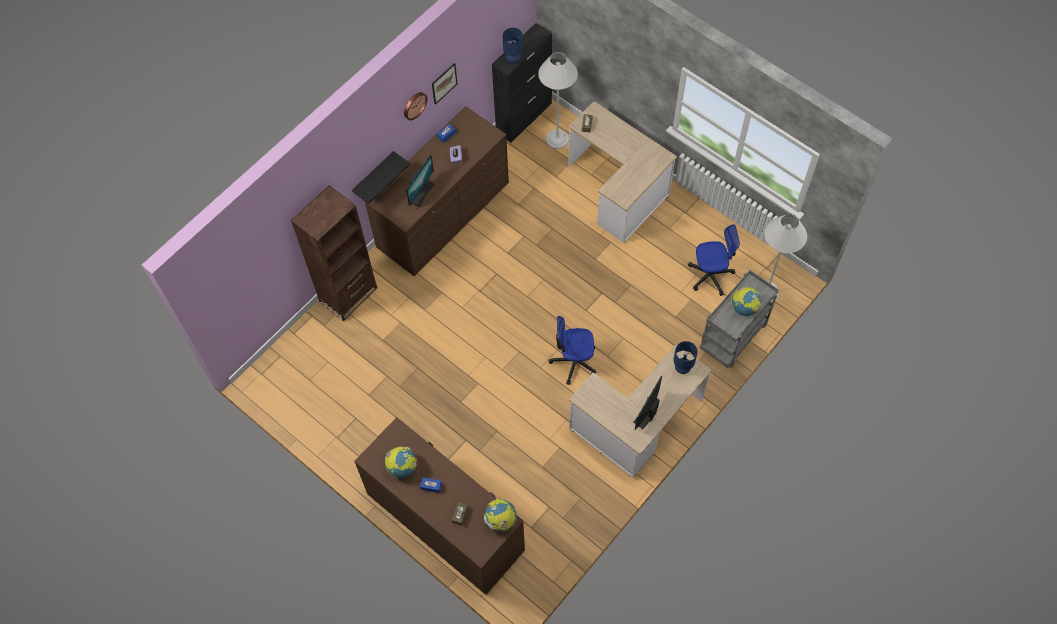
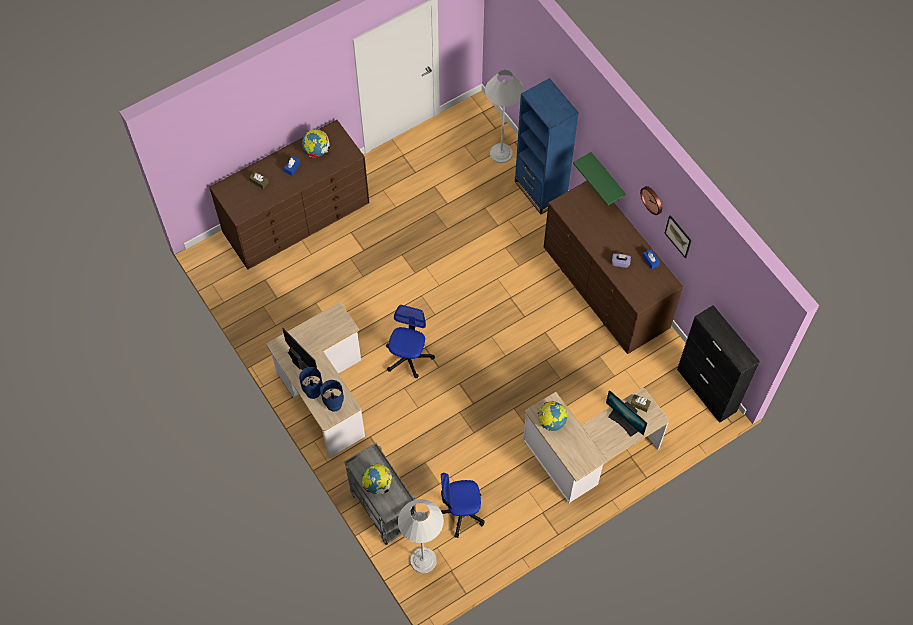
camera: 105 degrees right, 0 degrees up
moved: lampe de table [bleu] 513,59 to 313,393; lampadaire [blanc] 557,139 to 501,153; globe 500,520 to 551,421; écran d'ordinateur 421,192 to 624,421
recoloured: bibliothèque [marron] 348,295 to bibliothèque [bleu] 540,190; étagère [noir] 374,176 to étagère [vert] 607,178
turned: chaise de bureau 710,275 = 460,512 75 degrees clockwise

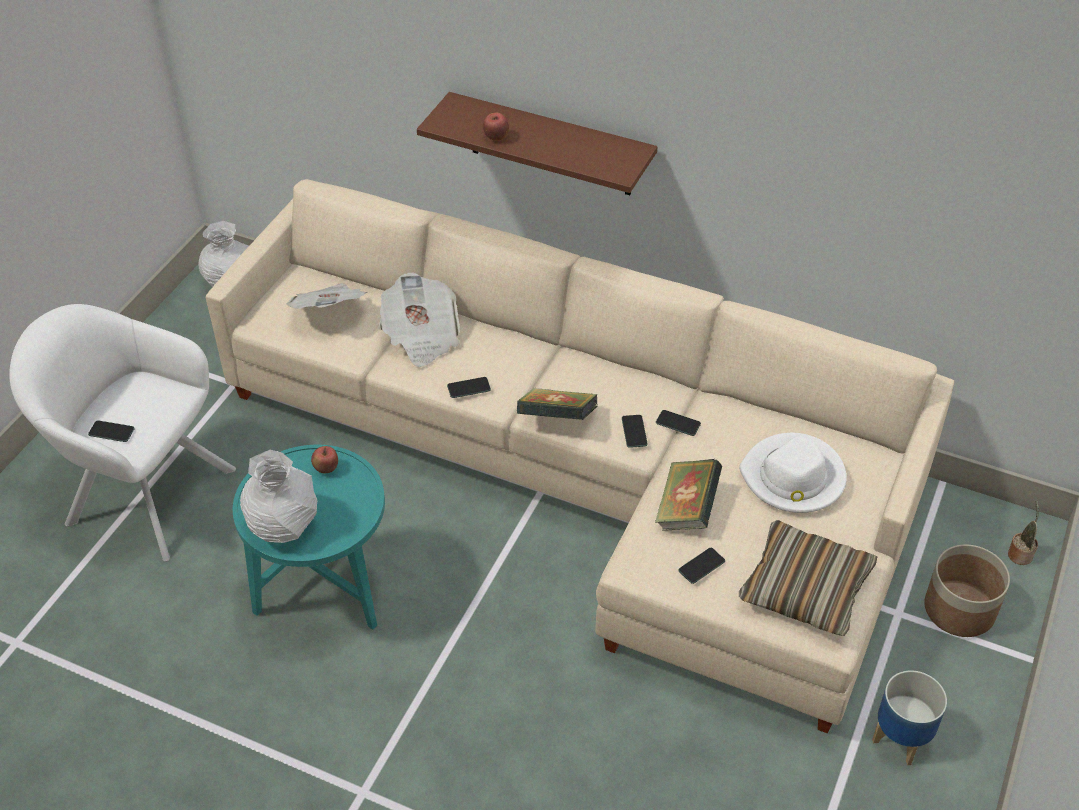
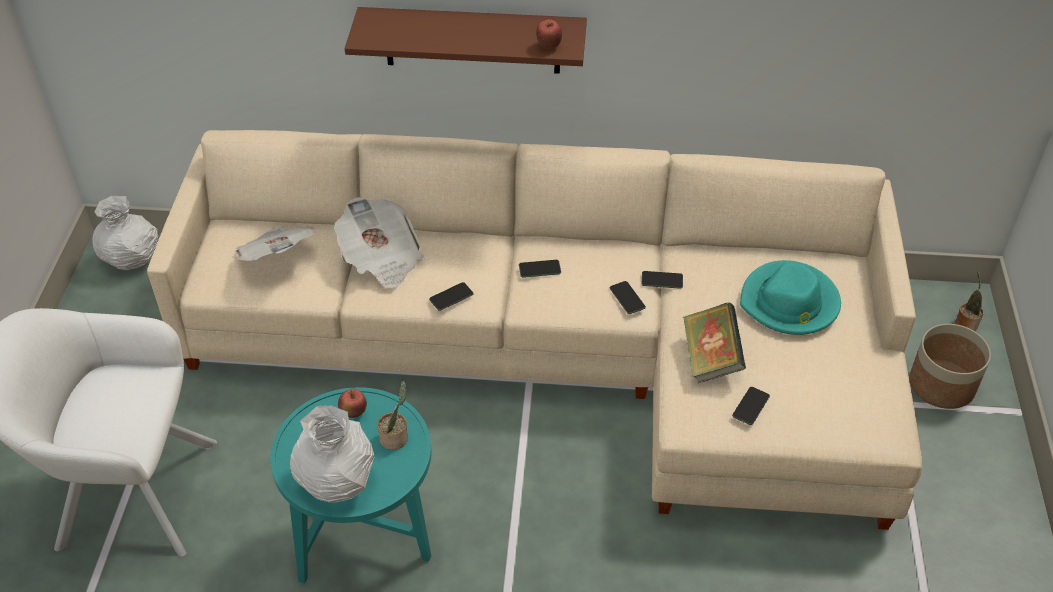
camera: 20 degrees left, 0 degrees up
removed: livre 557,420; coussin 805,588; cache-pot 901,739
added: plante en pot 396,438
moved: téléphone 111,432 to 539,269; pomme 496,138 to 549,46
recoloured: chapeau [blanc] 793,478 to chapeau [turquoise] 789,303

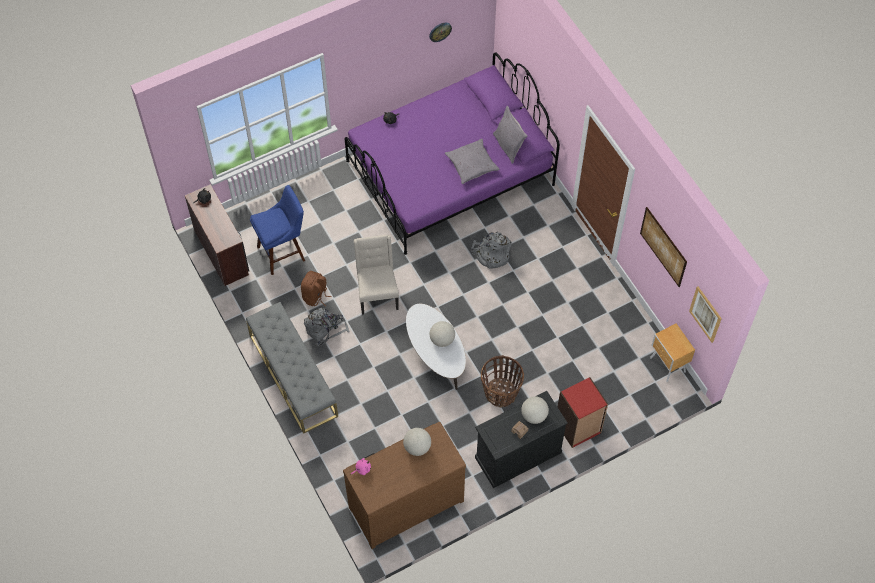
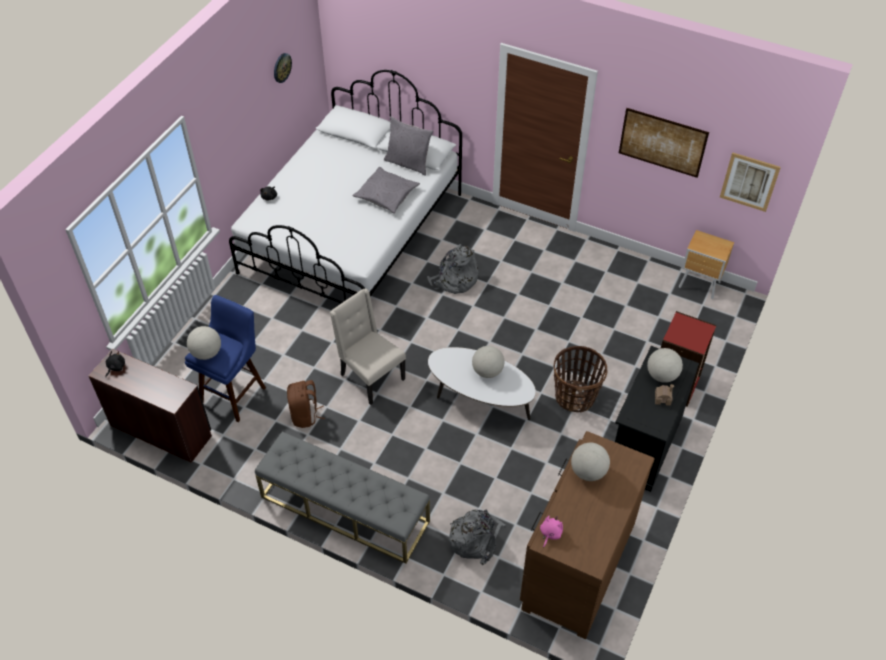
camera: 35 degrees left, 10 degrees down
added: globe 206,353
moved: sac à dos [gris] 325,329 to 475,539
recoloured: lit [violet] 450,173 to lit [blanc] 353,233

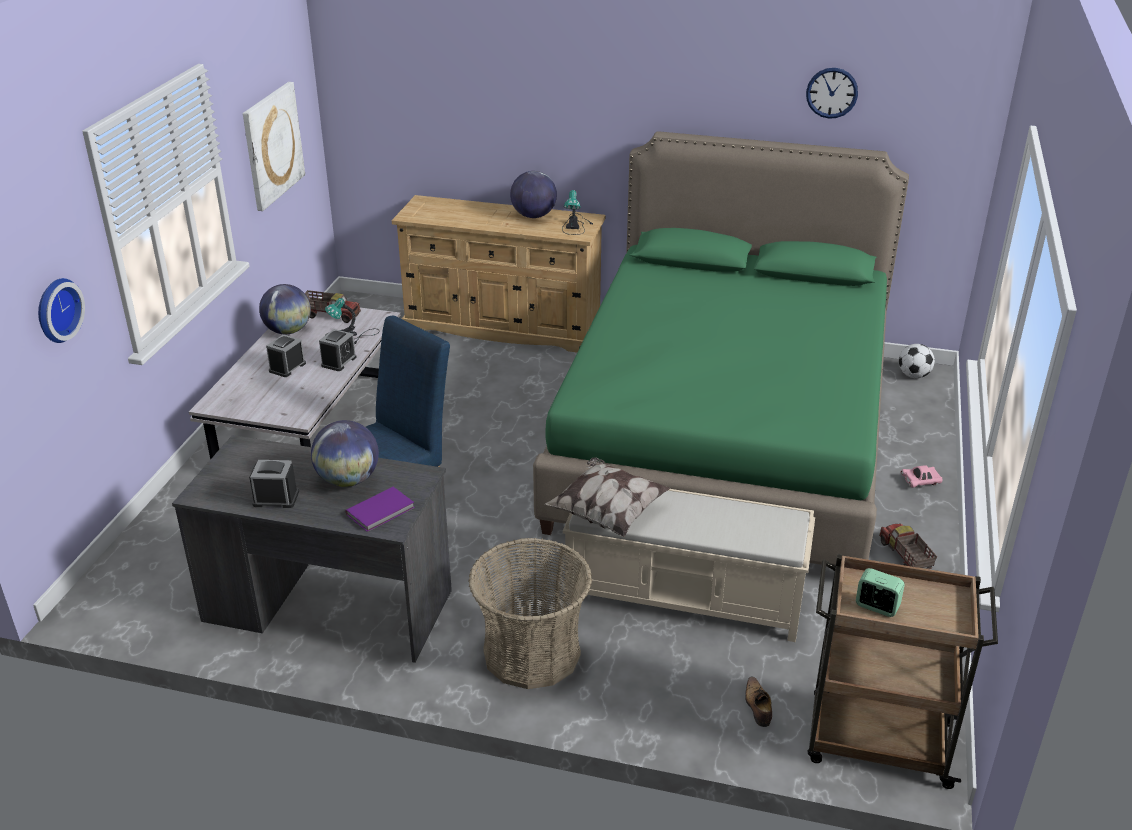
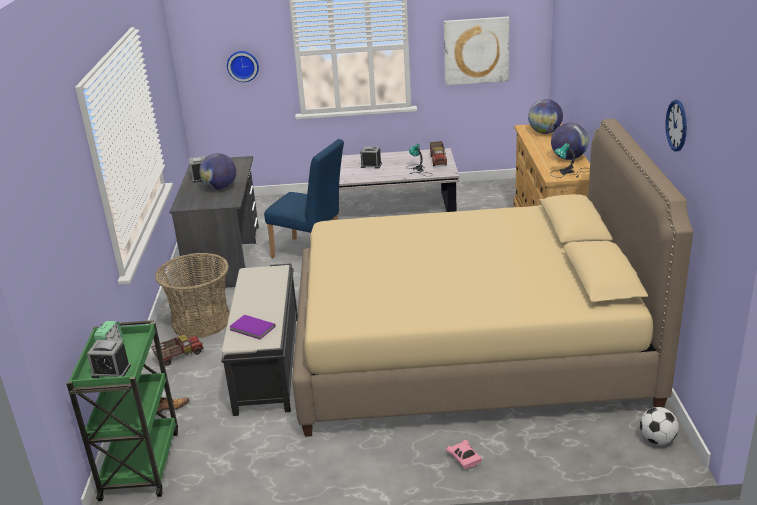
camera: 75 degrees right, 5 degrees down
removed: coussin 607,512
moved: réveil 339,361 to 111,371; camion jouet 904,557 to 179,356; livre [violet] 382,511 to 252,329; globe 288,331 to 545,132
recoloured: chariot [marron] 876,742 to chariot [vert] 141,463; banc [beige] 686,596 to banc [noir] 268,364; lit [vert] 724,437 to lit [beige] 467,349

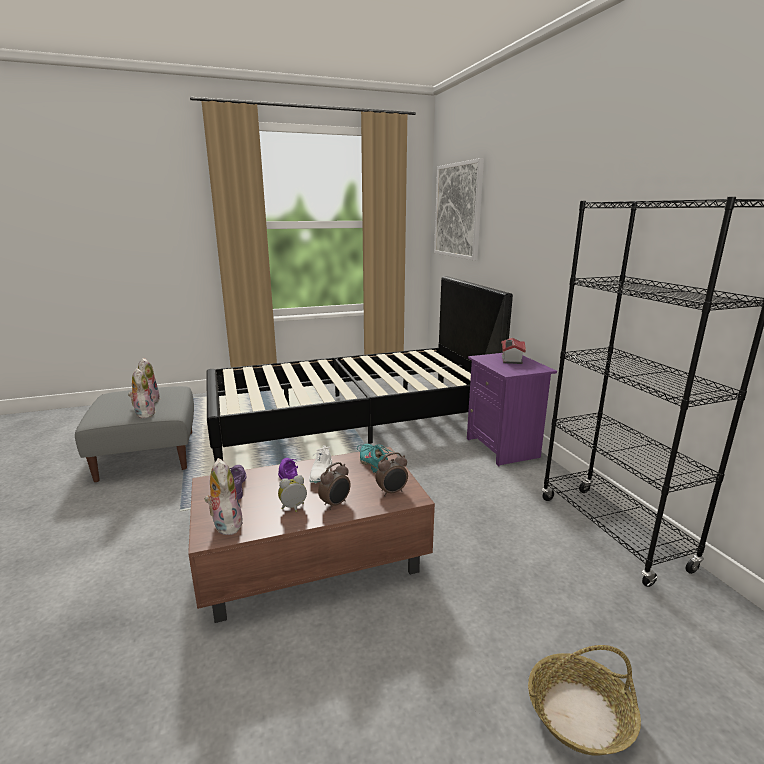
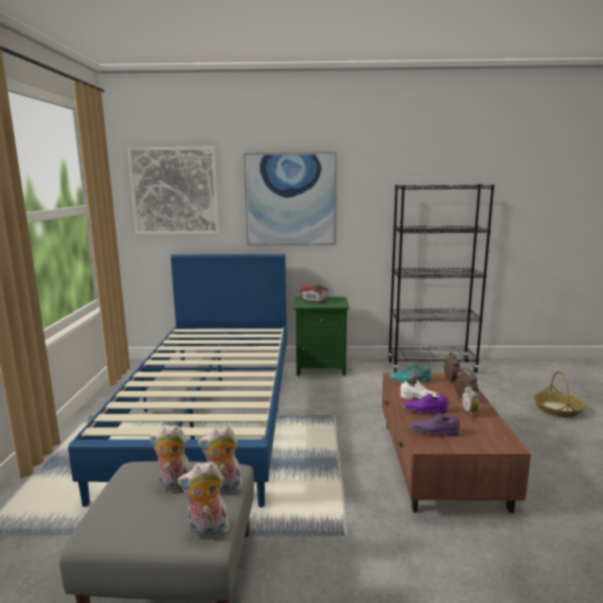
camera: 70 degrees left, 5 degrees down
added: tableau 290,199
moved: peluche 225,524 to 207,531
recoloured: lit [noir] 352,419 to lit [bleu] 211,413; table de chevet [violet] 503,447 to table de chevet [vert] 320,367

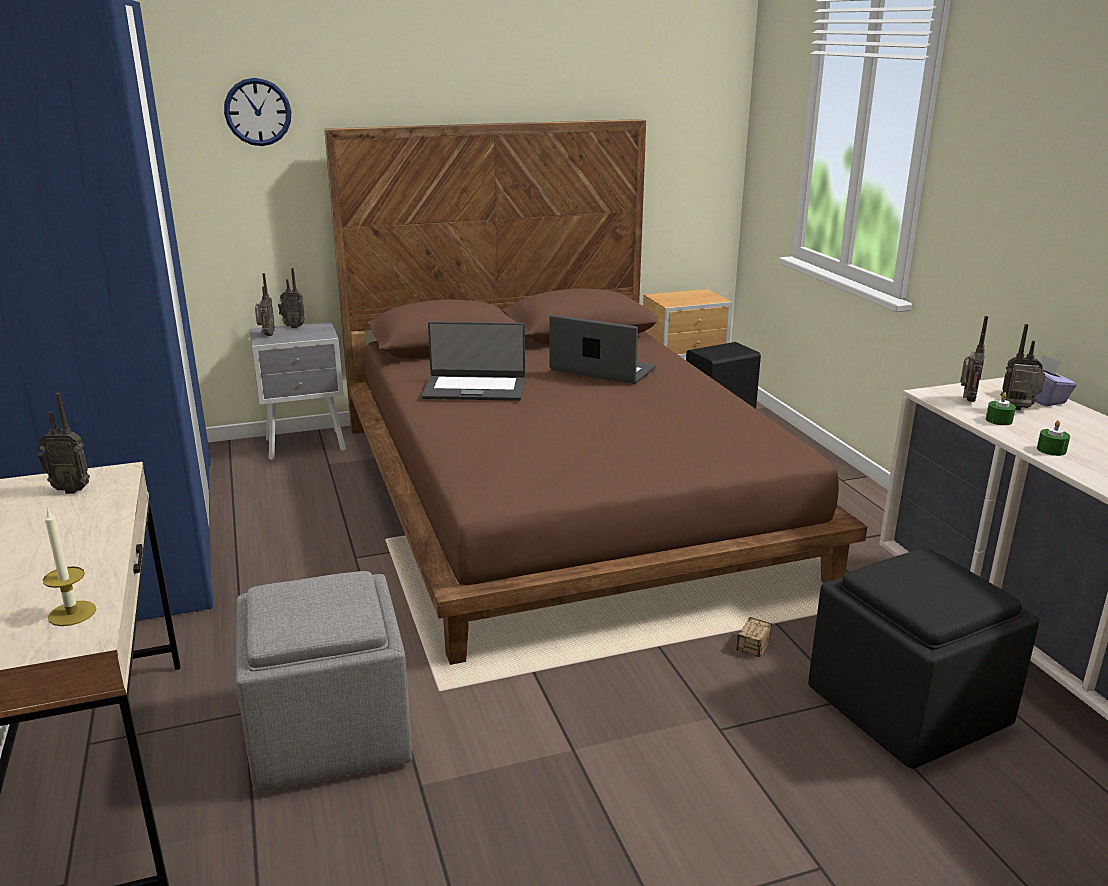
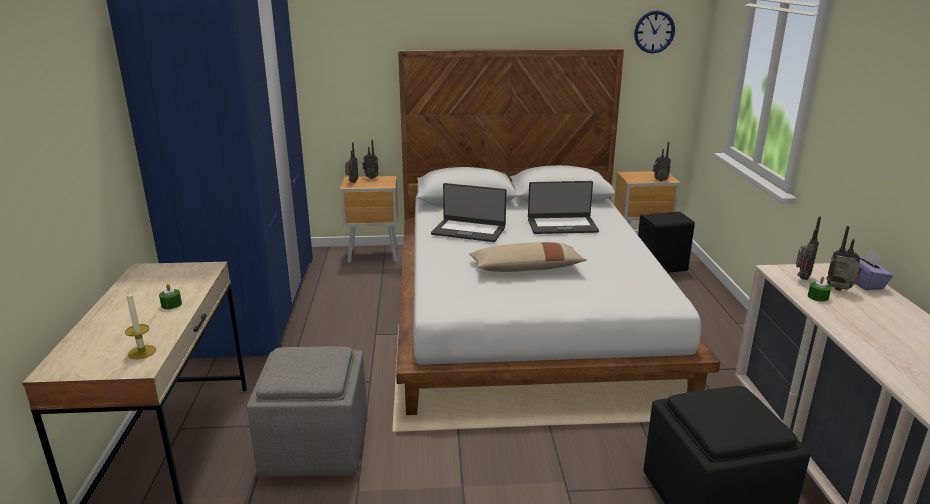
camera: 15 degrees right, 0 degrees up
removed: boîte de rangement 745,658
added: coussin [beige] 526,269
moved: bougie [vert] 1051,450 to 171,304; horloge murale 258,112 to 654,32; radio 71,489 to 660,180
recoloured: table de chevet [gris] 307,446 to table de chevet [marron] 374,255; lit [marron] 563,496 to lit [blanc] 527,310
turned: ordinateur portable 602,370 = 562,225 135 degrees clockwise

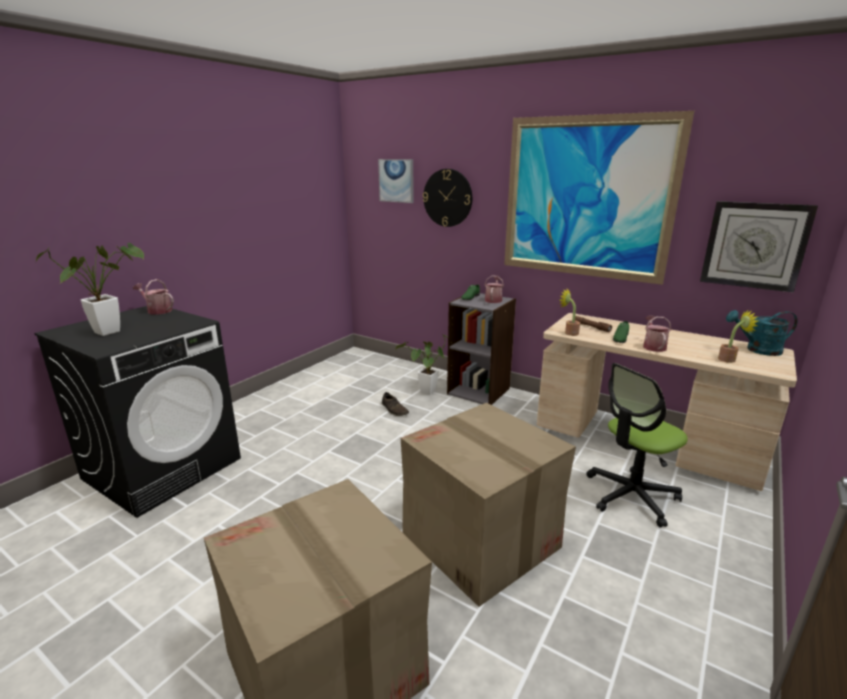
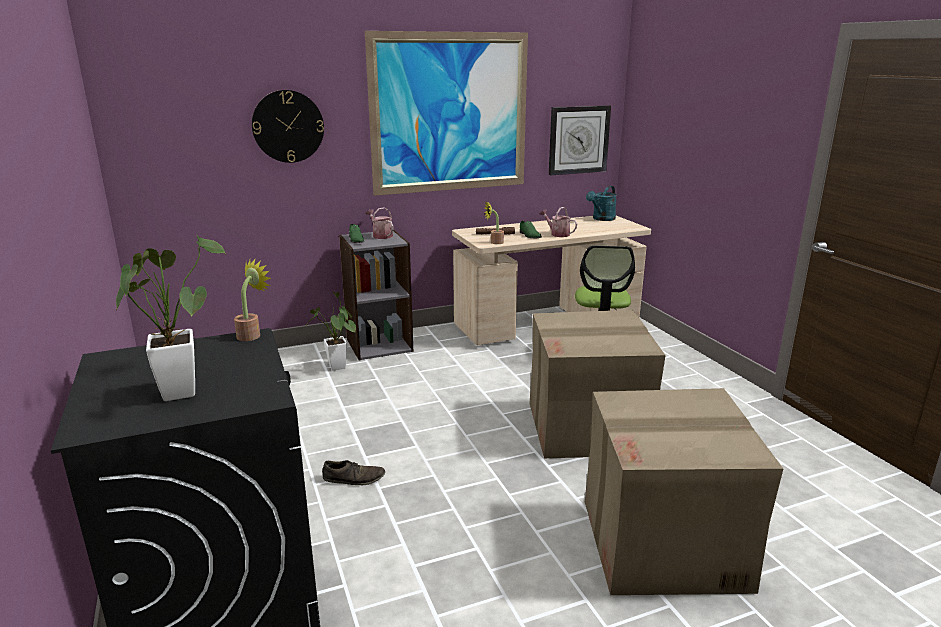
camera: 55 degrees left, 0 degrees up
removed: arrosoir 157,310; tableau 396,180
moved: plante en pot 729,359 to 252,335; chaussure [marron] 394,410 to 354,478

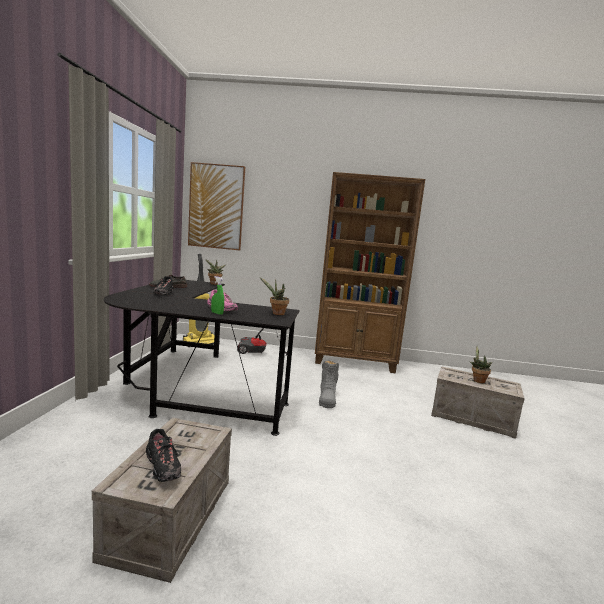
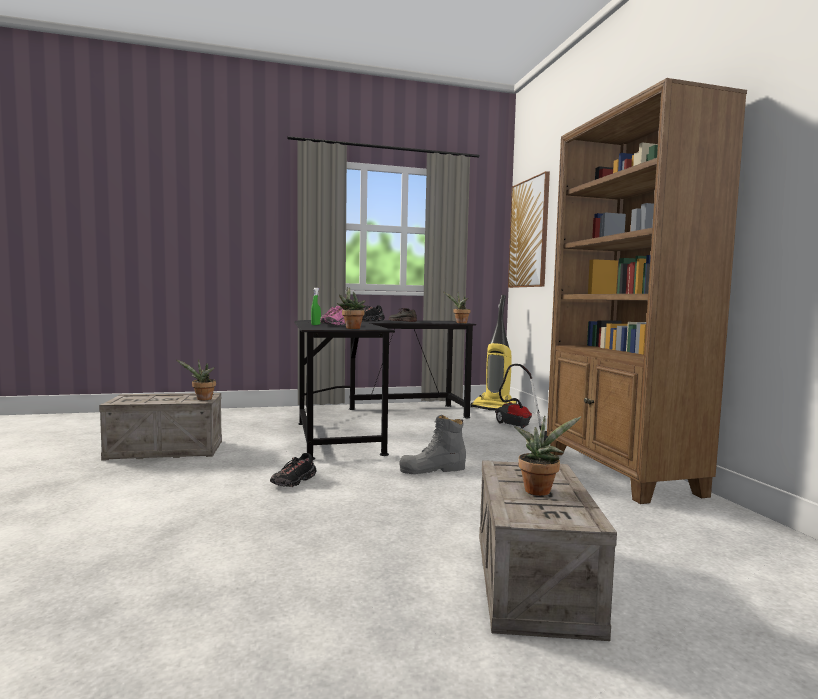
camera: 70 degrees right, 5 degrees down
added: plante en pot 202,399
moved: chaussure [noir] 162,467 to 294,481

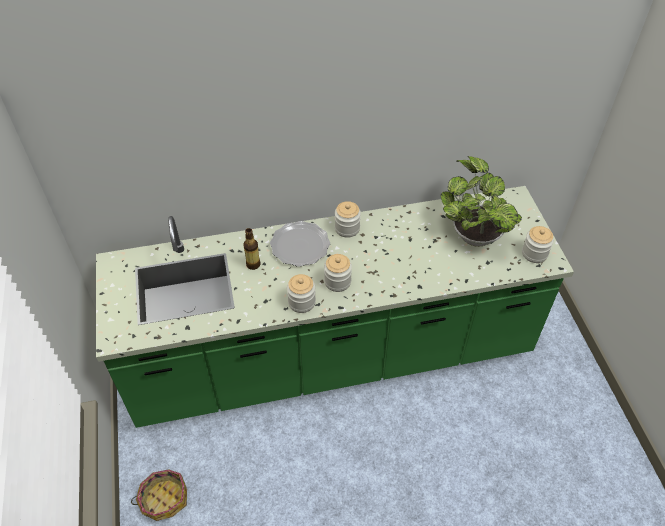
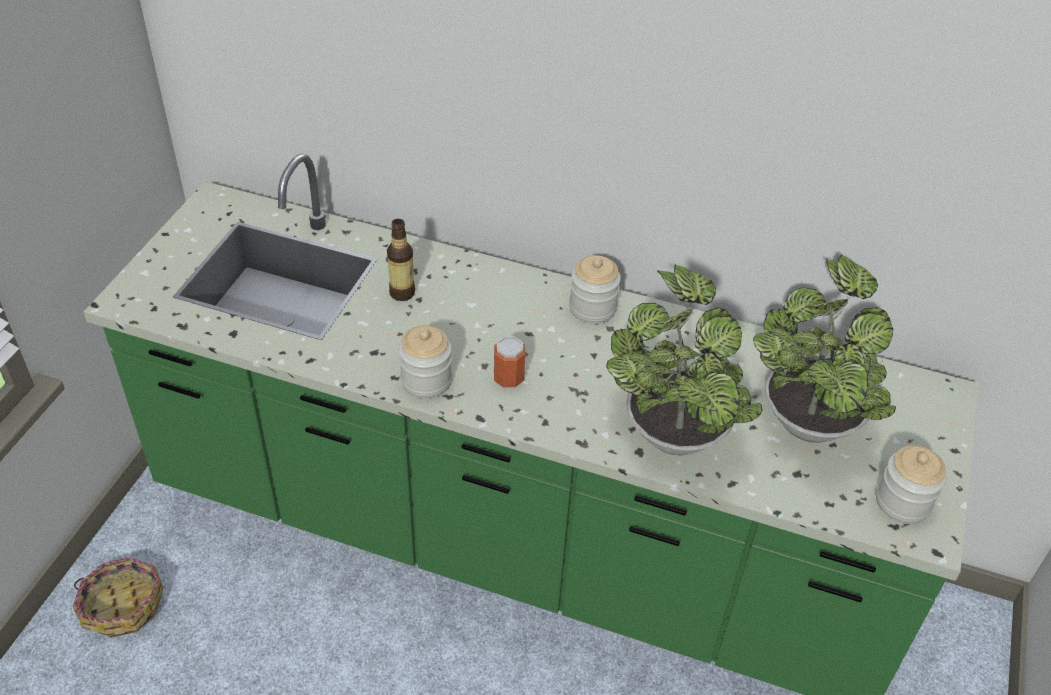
camera: 30 degrees right, 5 degrees down
removed: assiette 299,245
added: plante en pot 673,428
replaced: bocal 337,281 to boîte métallique 508,378

